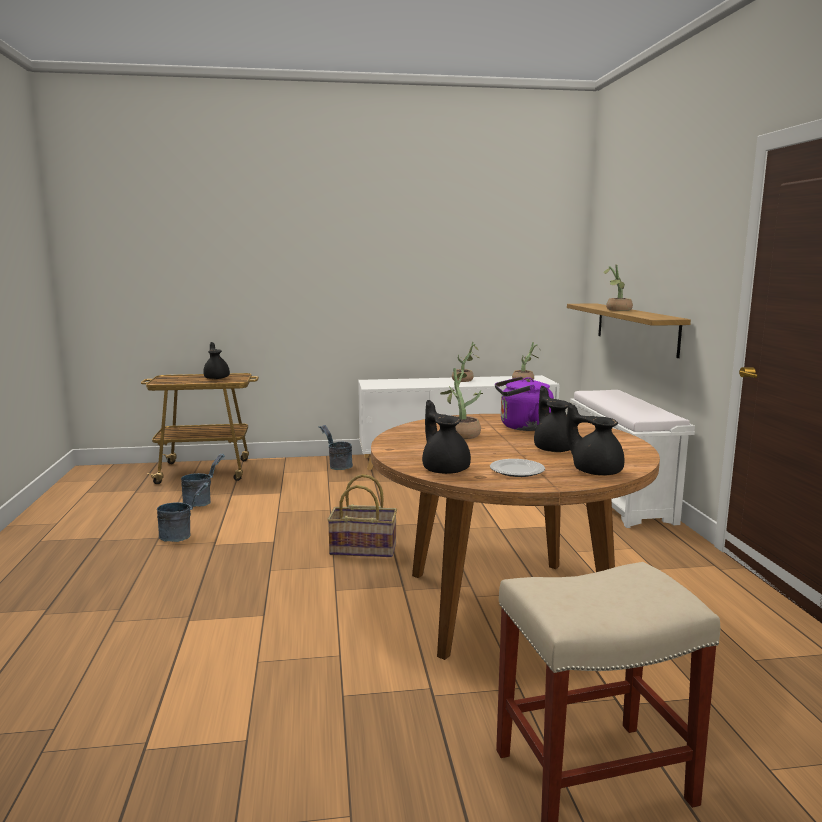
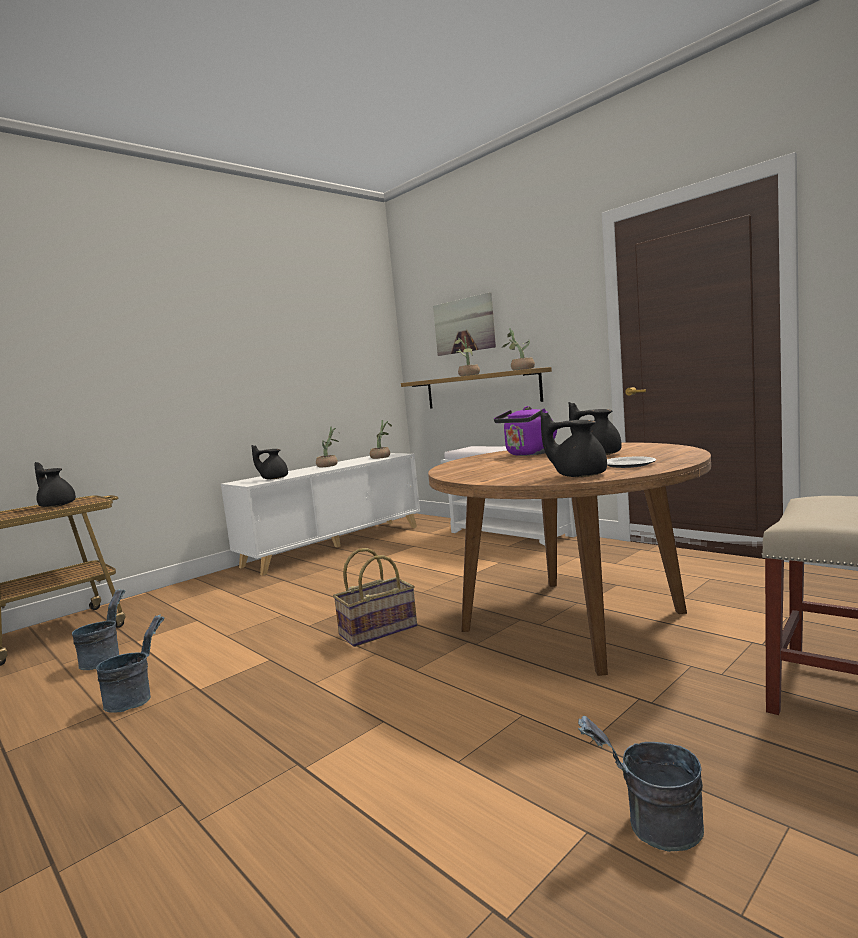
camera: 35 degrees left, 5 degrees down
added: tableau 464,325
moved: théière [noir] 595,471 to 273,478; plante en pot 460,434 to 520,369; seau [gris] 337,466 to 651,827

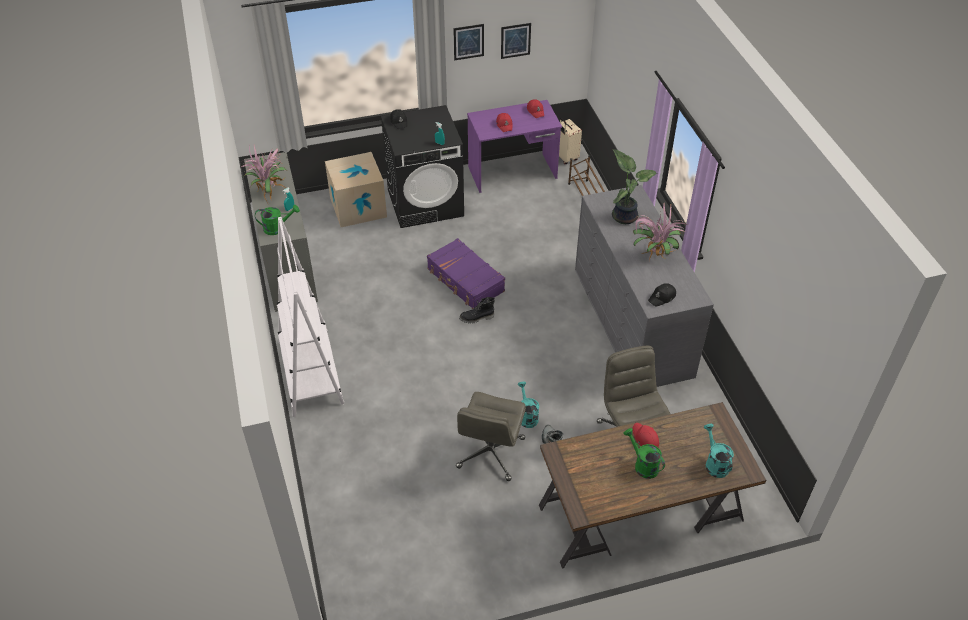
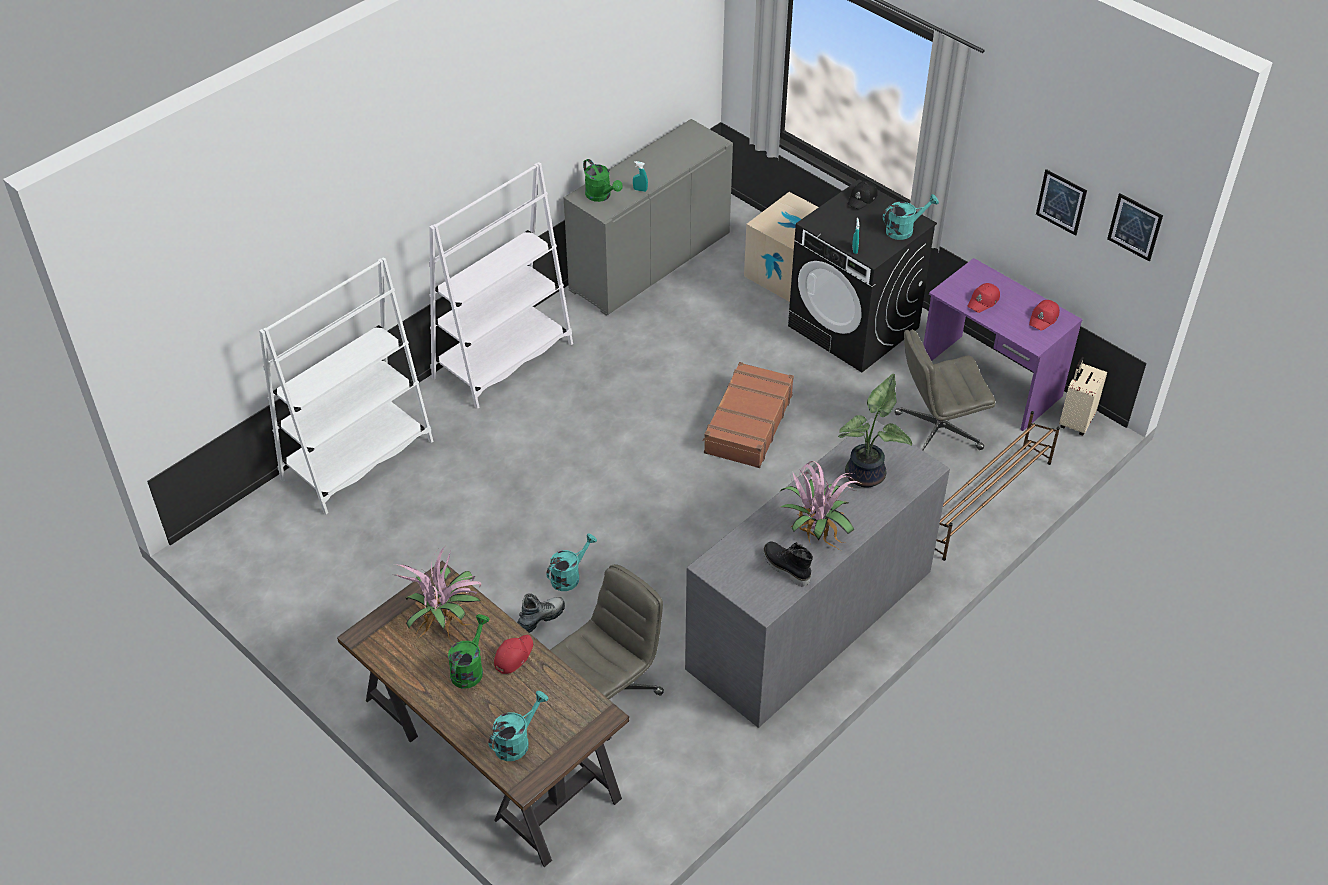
camera: 60 degrees right, 0 degrees up
removed: casquette [noir] 662,297
added: bibliothèque [blanc] 358,460; arrosoir [turquoise] 904,230
moved: plante en pot 269,191 to 445,622; botte [noir] 477,318 to 785,568; chaise de bureau [gris] 490,453 to 937,431; tableau 468,42 to 1135,227
recoloured: valise [violet] 465,281 to valise [marron] 747,424

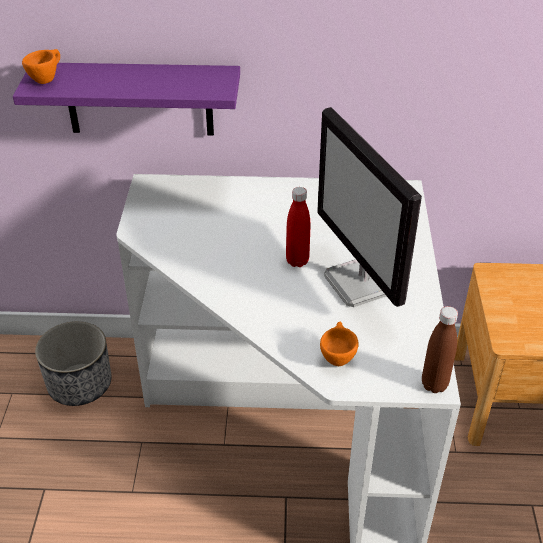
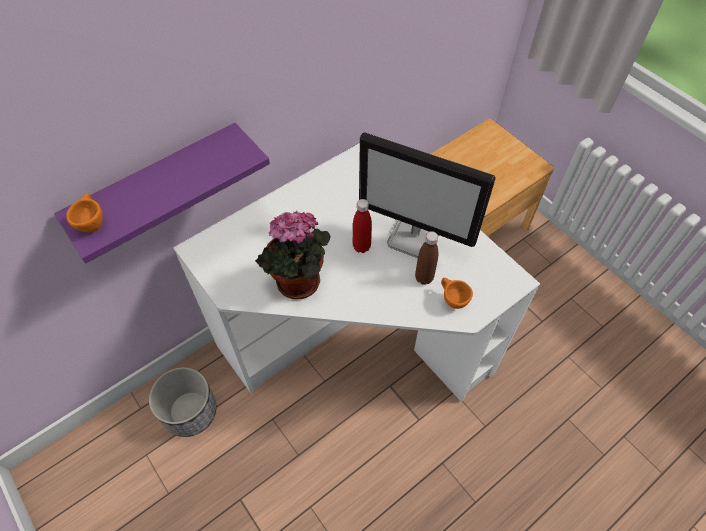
camera: 40 degrees left, 15 degrees up
added: plante en pot 298,286
moved: bouteille [marron] 434,384 to 424,278

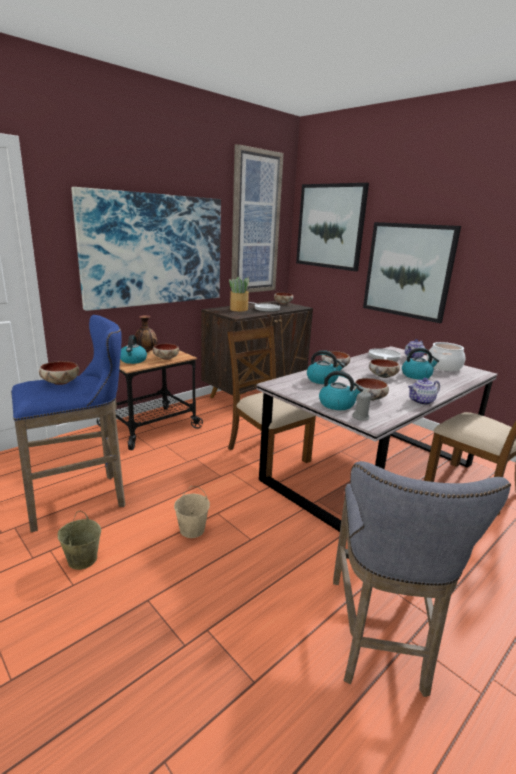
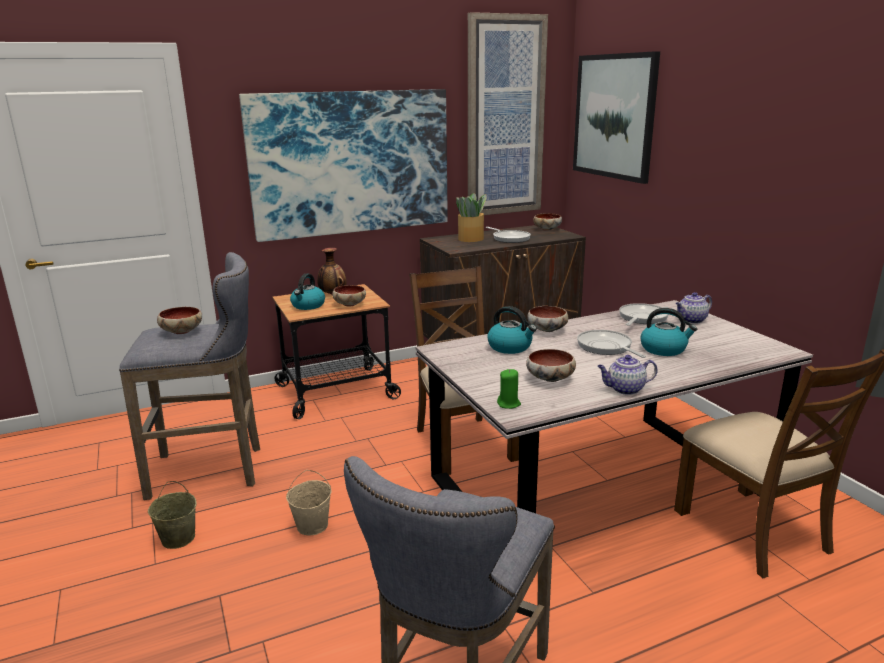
camera: 20 degrees right, 0 degrees up
removed: bouilloire 337,404; tableau 408,270; marmite 444,367
replaced: bol 382,376 to poêle 606,347
recoloured: tabouret [bleu] 81,499 to tabouret [gris] 212,470; bougie [gris] 361,417 to bougie [vert] 509,404

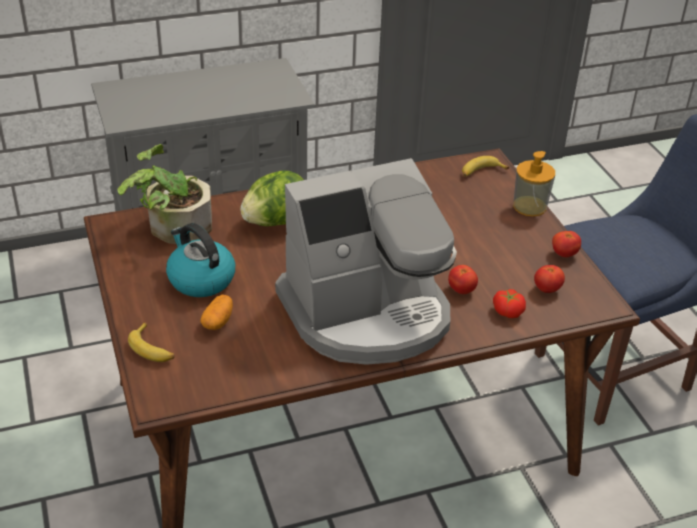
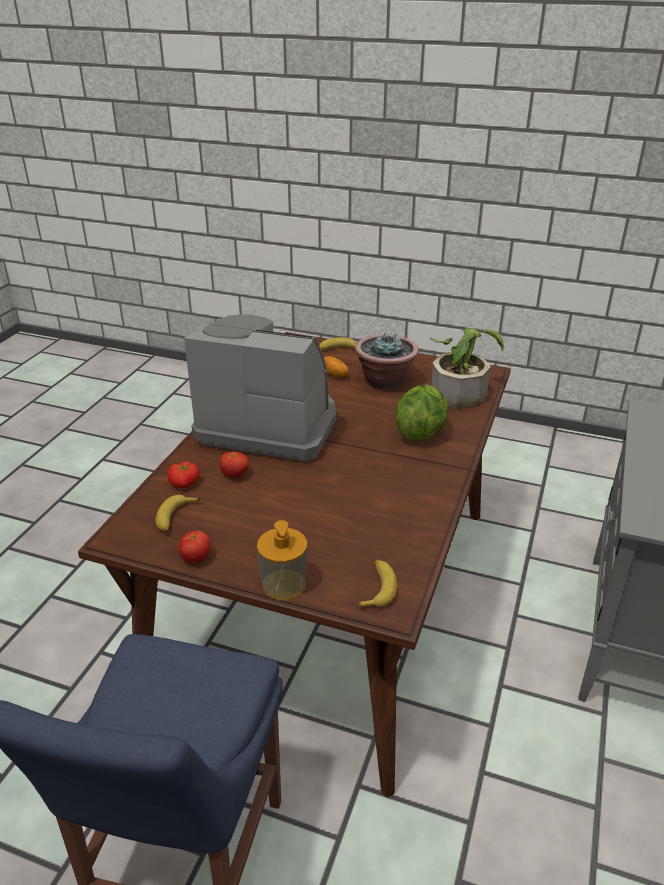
camera: 130 degrees right, 5 degrees down
replaced: tomate 547,289 to banane 175,518; bouilloire 200,279 to plante en pot 385,382
turned: machine à café 367,314 = 269,425 90 degrees clockwise

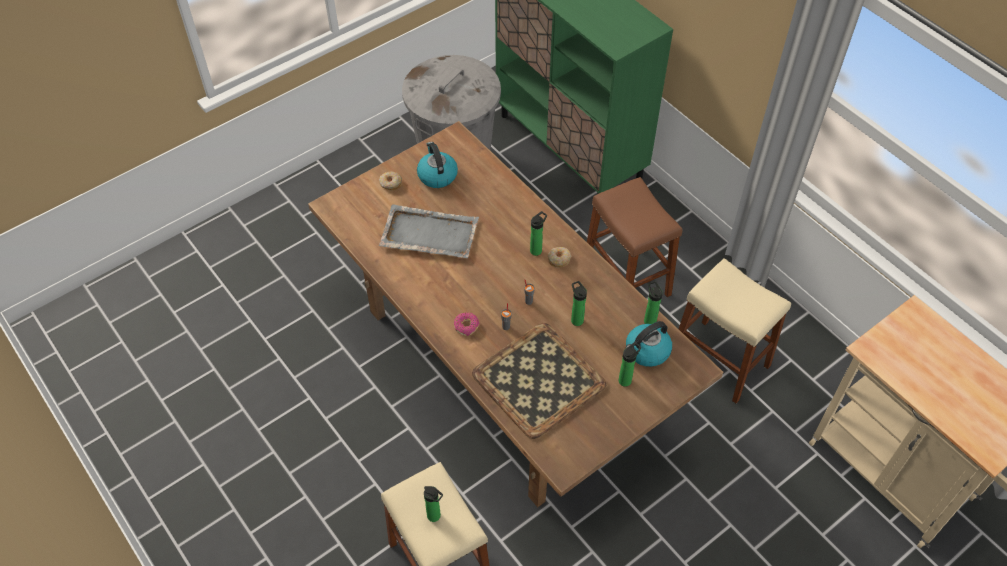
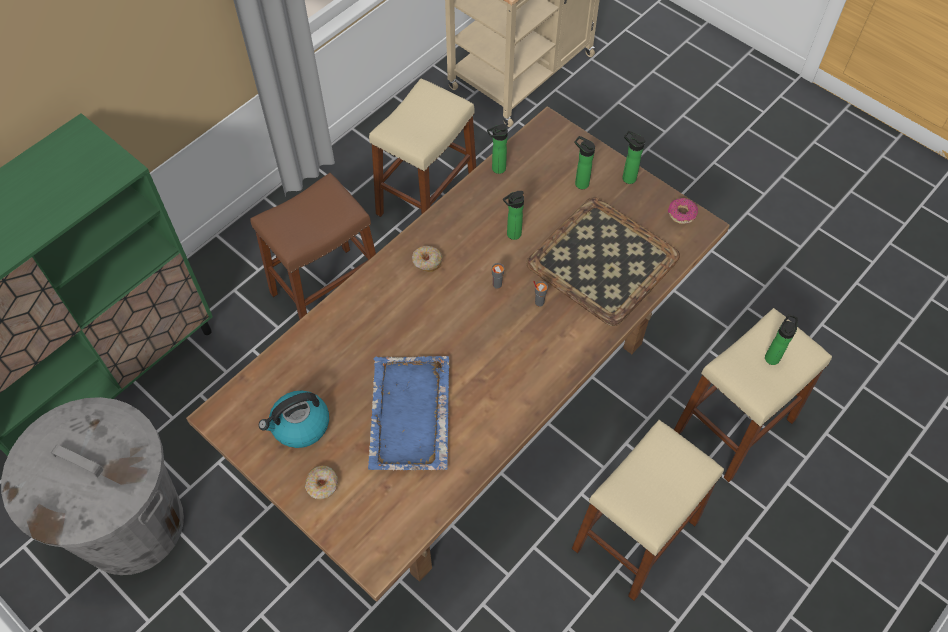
camera: 100 degrees left, 5 degrees up
removed: bouilloire 647,351
added: tabouret [beige] 635,535
moved: bouteille 537,250 to 627,177; beignet 466,326 to 681,214
recoloured: plateau [gris] 428,234 to plateau [bleu] 409,415

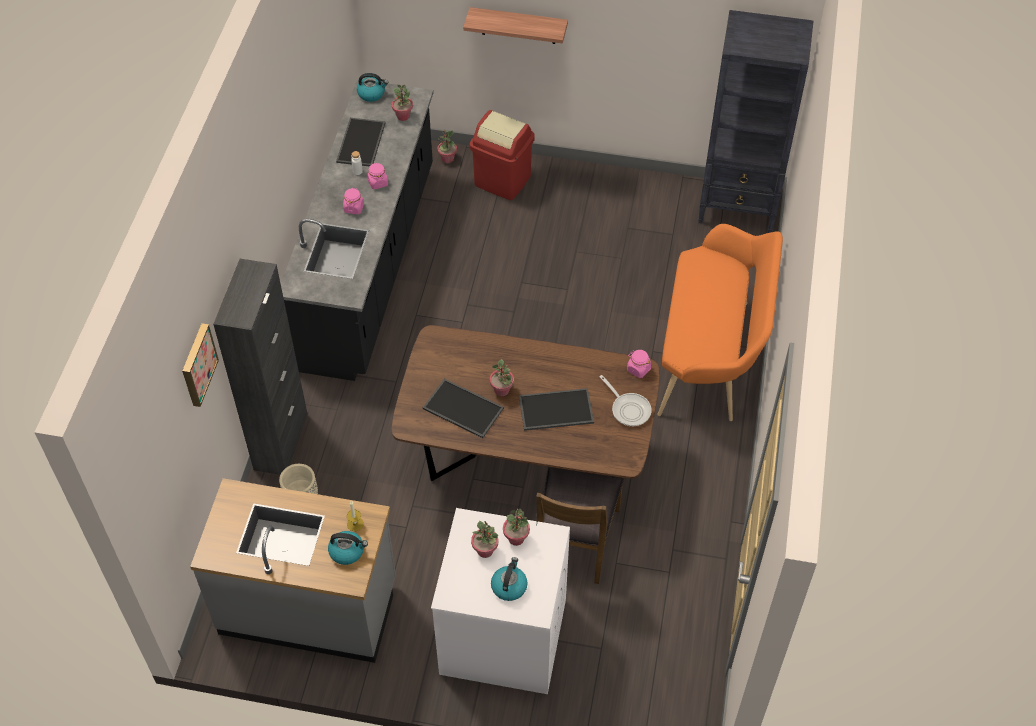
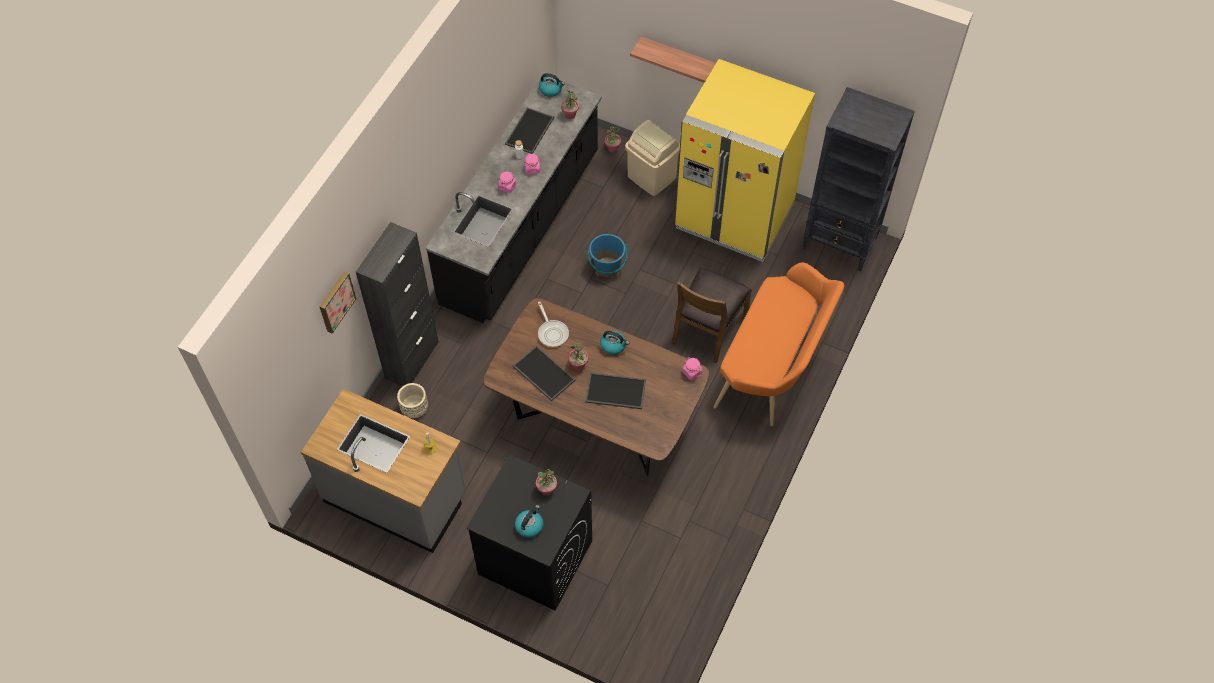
camera: 15 degrees right, 5 degrees up
removed: plante en pot 485,550
added: seau [bleu] 607,267; réfrigérateur [jaune] 734,217
moved: poêle 628,409 to 552,332; bouilloire 347,551 to 613,346; chaise [marron] 575,539 to 708,328
recoloured: lave-linge [blanc] 502,637 to lave-linge [noir] 534,557; poubelle [rouge] 503,180 to poubelle [beige] 652,177

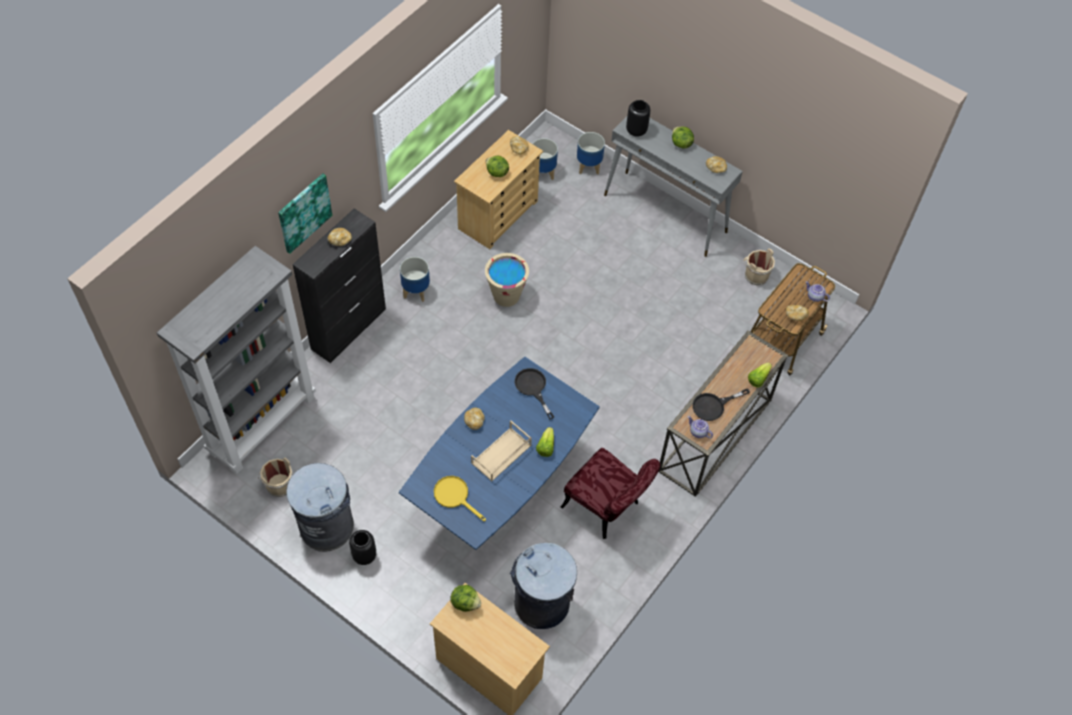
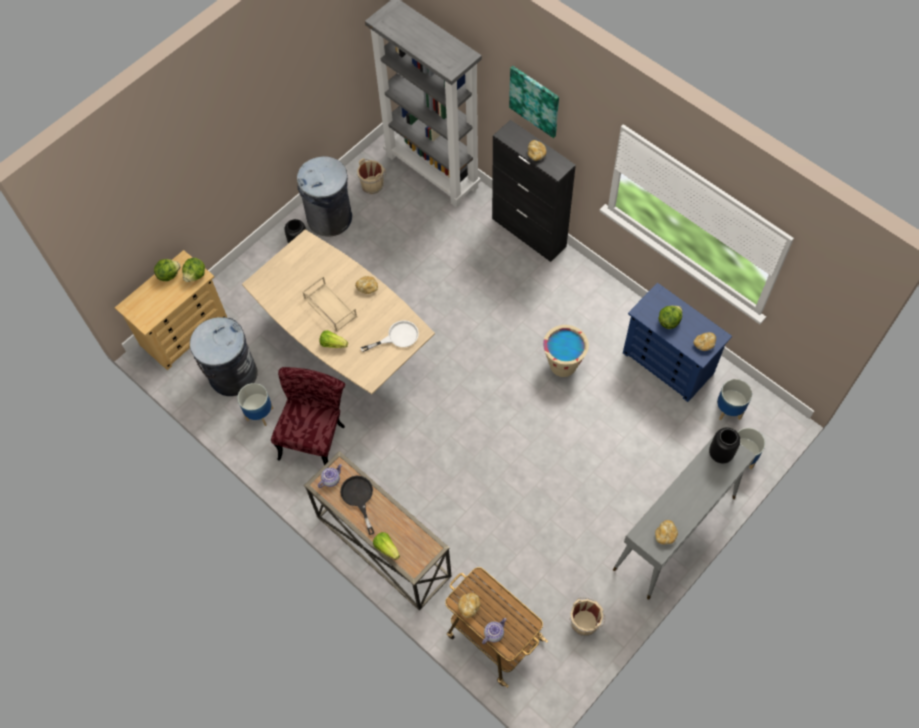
camera: 100 degrees right, 5 degrees up
removed: poêle [jaune] 455,496
moved: laitue 680,144 to 168,274; cache-pot 416,292 to 259,414
recoloured: table à manger [bleu] 500,490 to table à manger [beige] 346,348; poêle [noir] 533,388 to poêle [blanc] 397,337; commode [beige] 498,215 to commode [bleu] 668,363
turned: chaise [rouge] 606,509 = 315,435 150 degrees clockwise

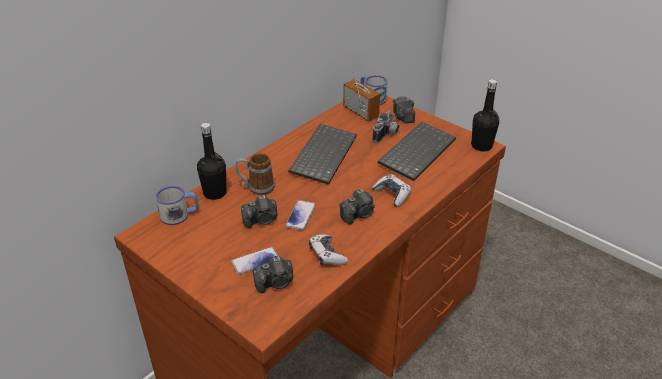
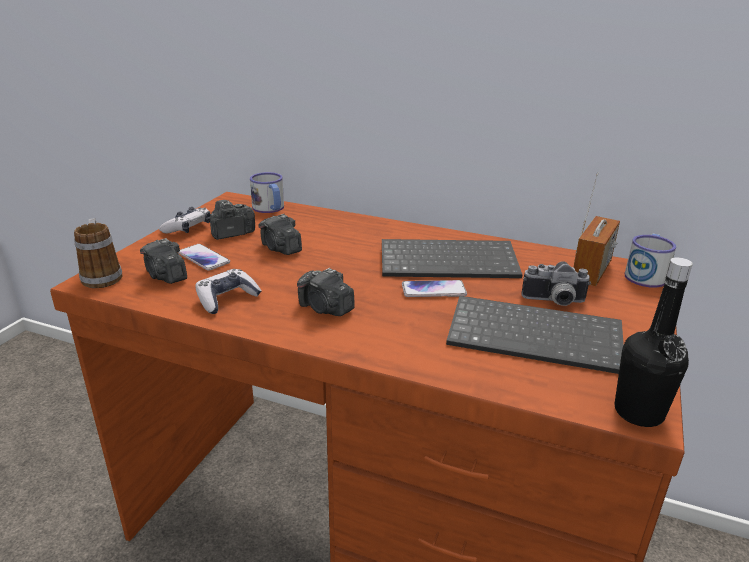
camera: 70 degrees right, 10 degrees down
removed: bouteille [noir] 215,193
moved: mug 256,188 to 102,275; manette 392,194 to 188,228; appareil photo 403,117 to 231,233; téléphone 301,216 to 433,290

